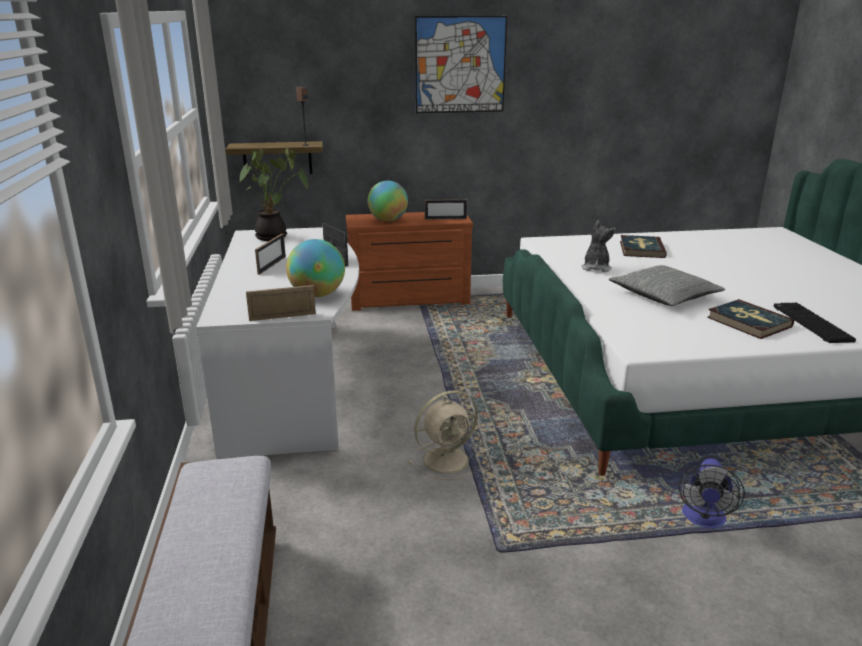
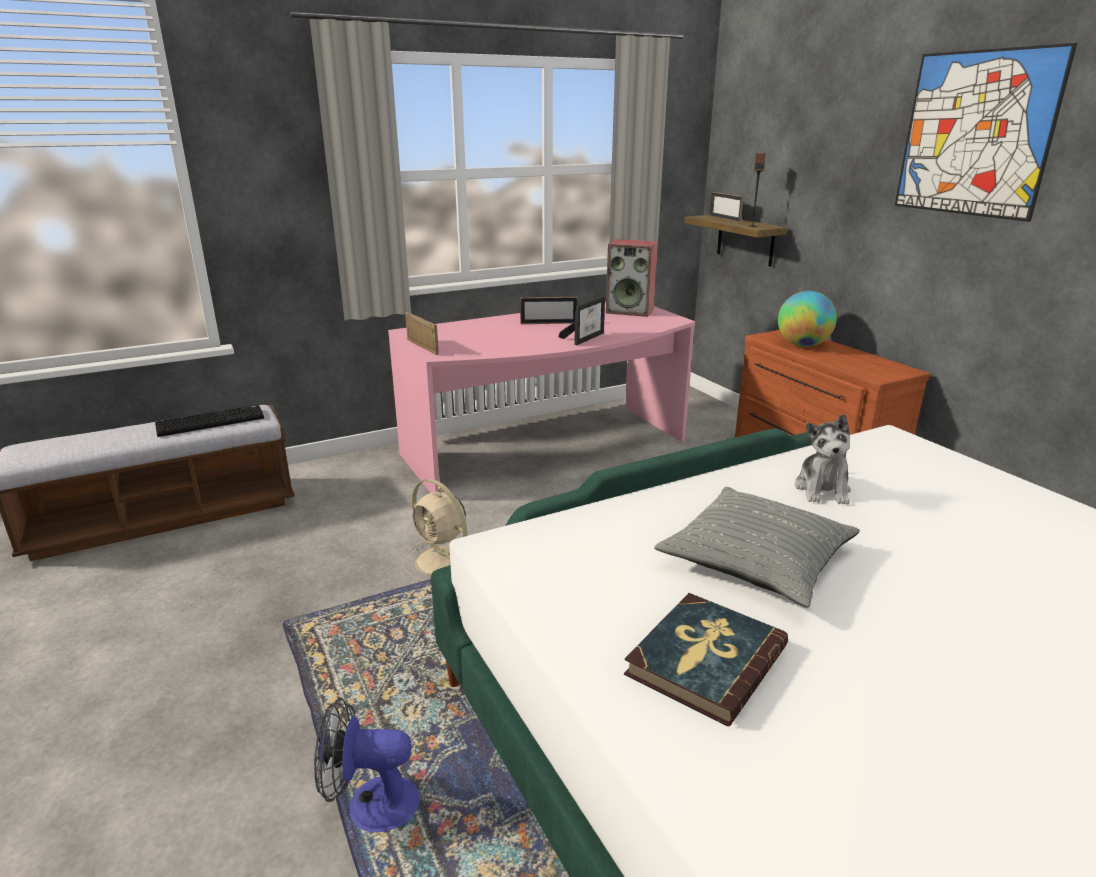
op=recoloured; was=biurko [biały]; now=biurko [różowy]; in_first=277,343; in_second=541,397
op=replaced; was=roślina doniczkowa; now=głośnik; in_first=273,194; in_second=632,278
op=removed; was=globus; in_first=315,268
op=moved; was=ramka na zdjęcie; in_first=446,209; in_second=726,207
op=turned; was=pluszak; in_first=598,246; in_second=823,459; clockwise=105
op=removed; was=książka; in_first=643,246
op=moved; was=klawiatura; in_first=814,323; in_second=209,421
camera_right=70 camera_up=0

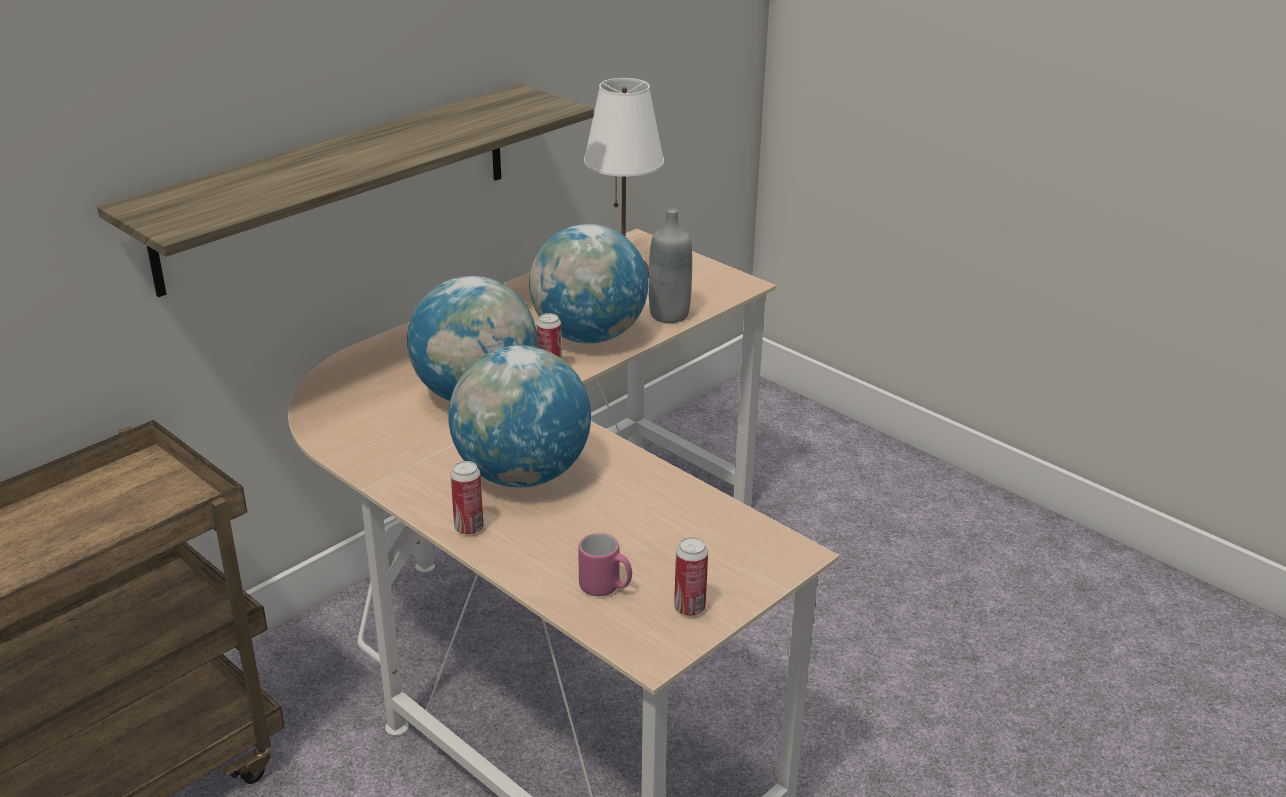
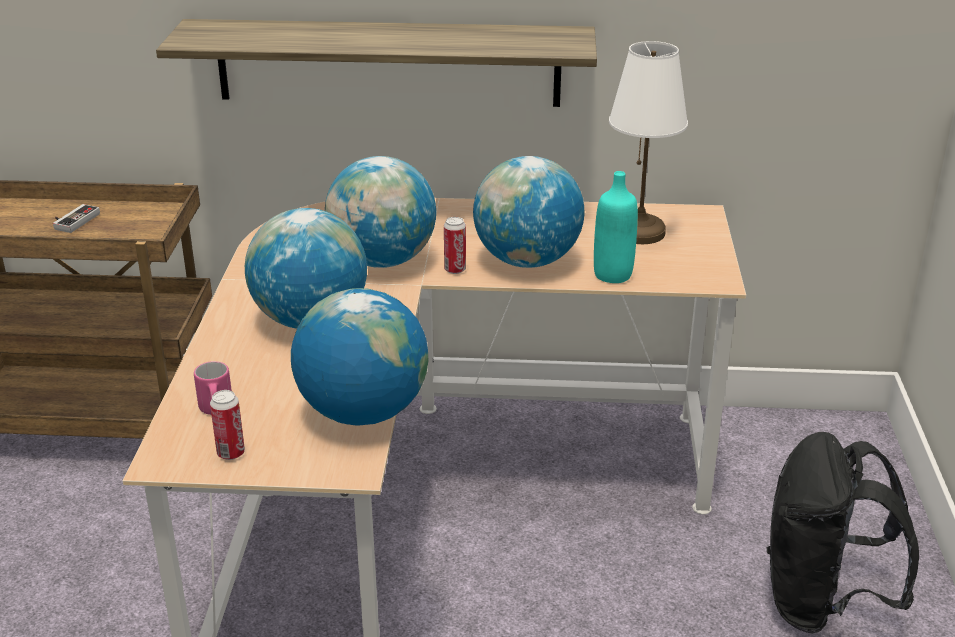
op=removed; was=puszka; in_first=466,498
op=recoloured; was=butelka [szary]; now=butelka [turkusowy]; in_first=670,265; in_second=616,227
op=added; now=pad do gier; in_second=76,218
op=added; now=globus; in_second=359,357
op=added; now=plecak [czarny]; in_second=843,533
camera_right=50 camera_up=0

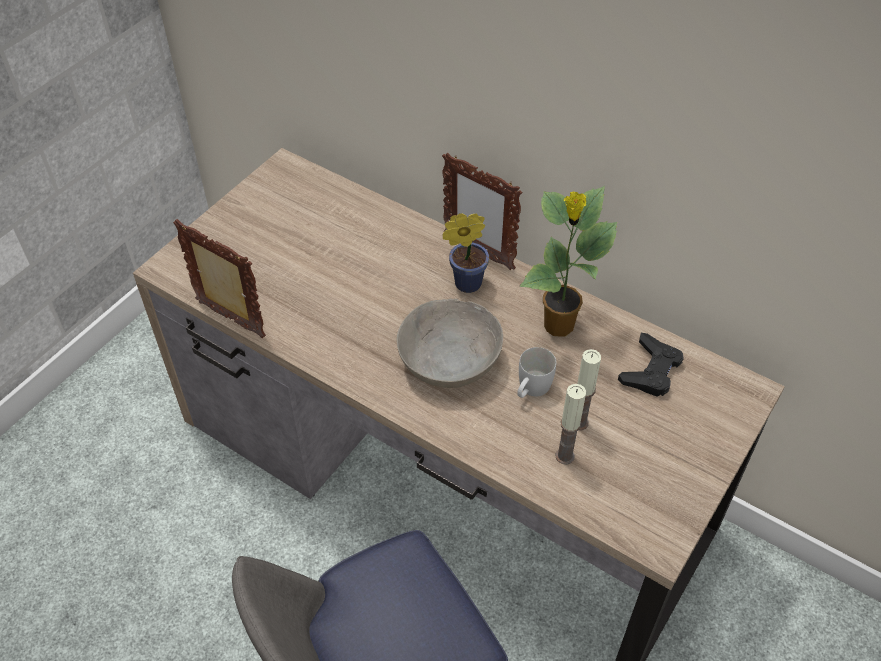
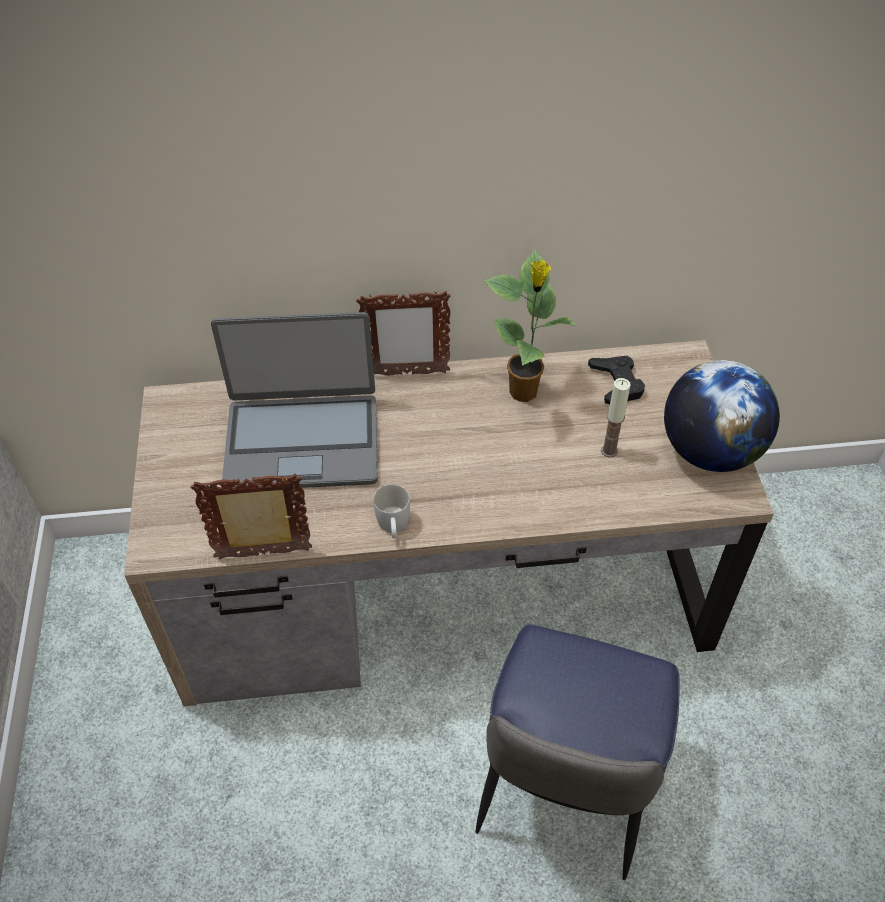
op=removed; was=miska [szary]; in_first=450,343
op=removed; was=roślina doniczkowa; in_first=465,253
op=moved; was=kubek [biały]; in_first=536,372; in_second=391,511
op=removed; was=świeca; in_first=570,424
op=added; now=laptop; in_second=294,400
op=added; now=globus; in_second=722,416
camera_right=-40 camera_up=0

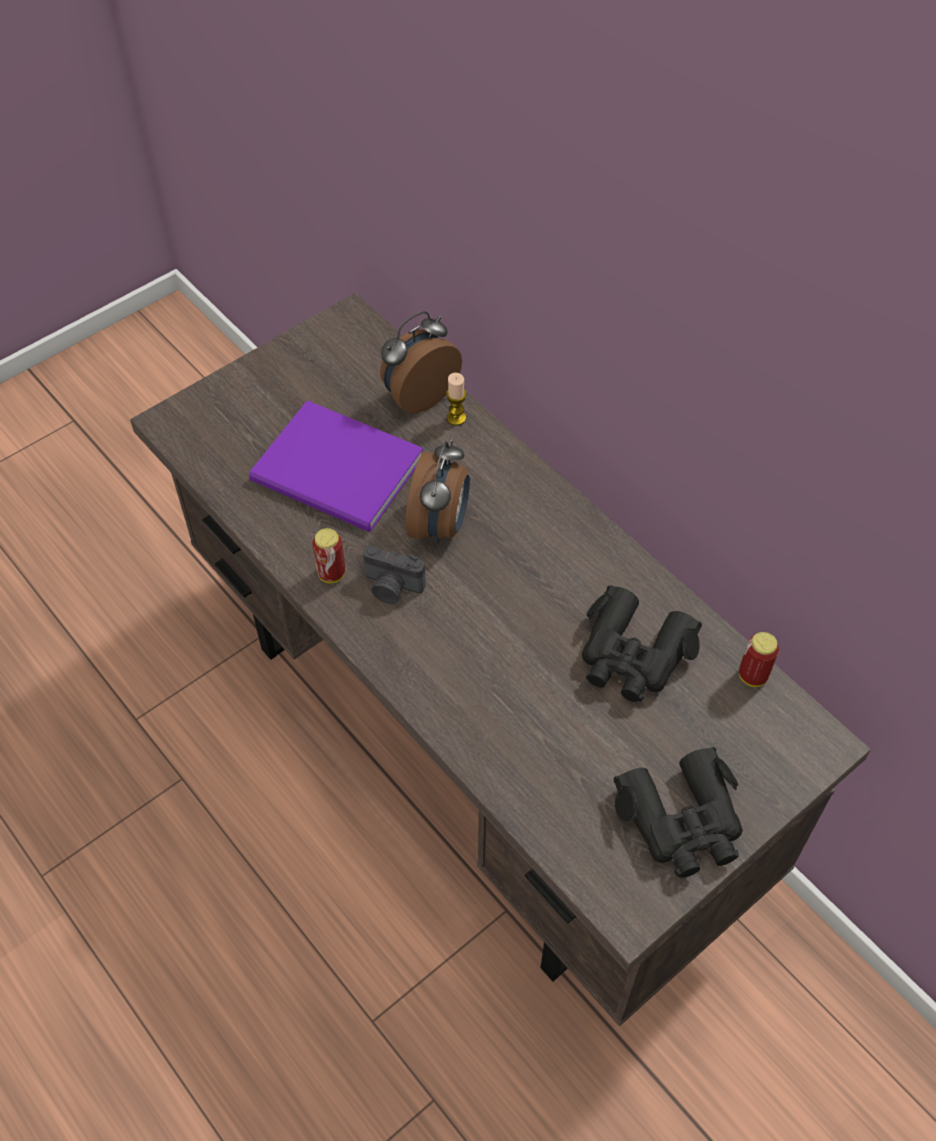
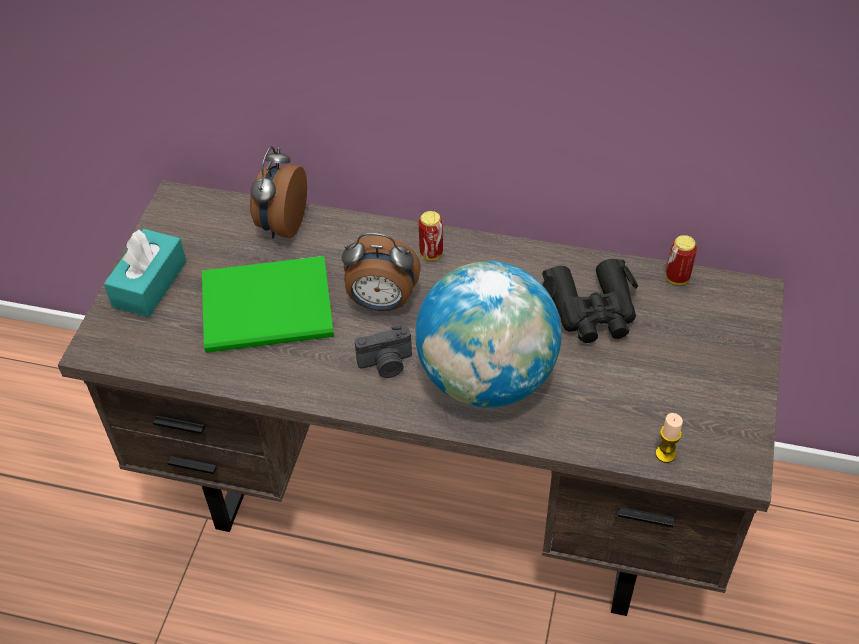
op=recoloured; was=książka [fioletowy]; now=książka [zielony]; in_first=336,466; in_second=268,304
op=moved; was=puszka; in_first=329,555; in_second=431,235
op=turned; was=budzik; in_first=438,491; in_second=381,272; clockwise=120
op=moved; was=świeca; in_first=456,399; in_second=669,438
op=removed; was=lornetka [czarny]; in_first=678,812
op=added; now=pudełko chusteczek [turkusowy]; in_second=145,273
op=added; now=globus; in_second=488,334
camera_right=-35 camera_up=-5

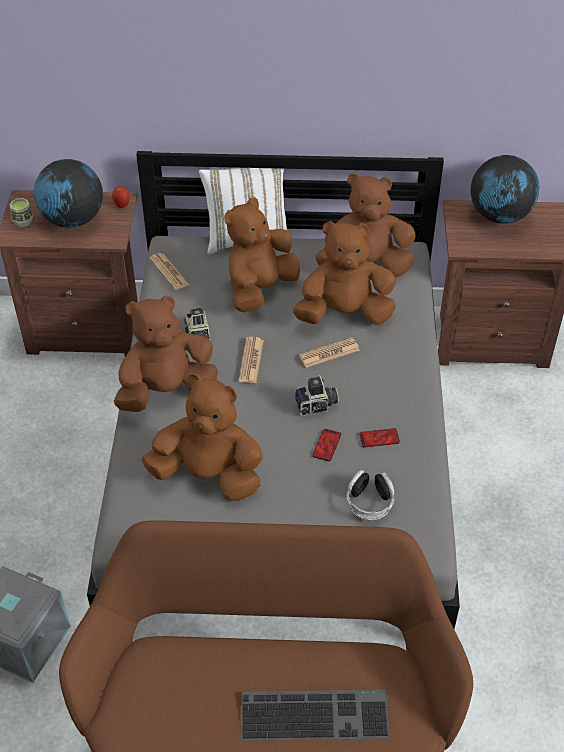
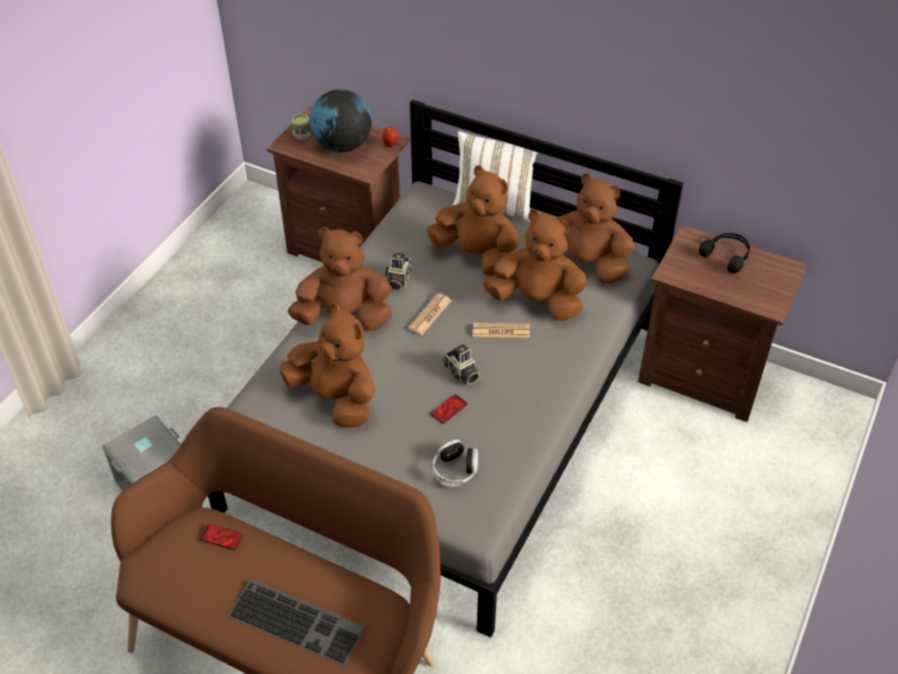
op=removed; was=gazeta; in_first=169,271
op=turned; was=pluszak [brązowy]; in_first=262,254; in_second=472,220; clockwise=60
op=turned; was=aparat fotograficzny; in_first=317,395; in_second=461,364; clockwise=45
op=moved; was=telefon; in_first=379,437; in_second=221,537
op=replaced; was=globus; now=słuchawki [czarny]; in_first=505,189; in_second=724,253
camera_right=25 camera_up=0

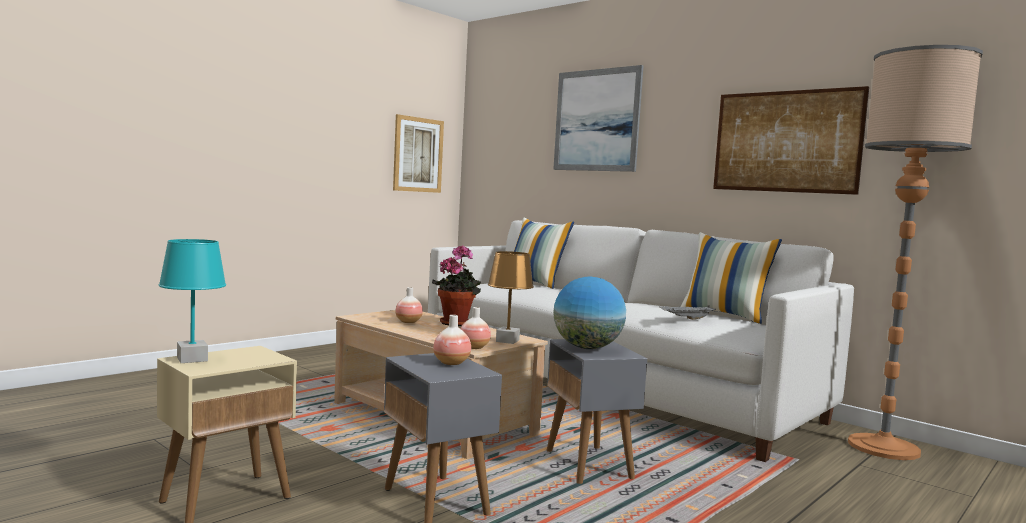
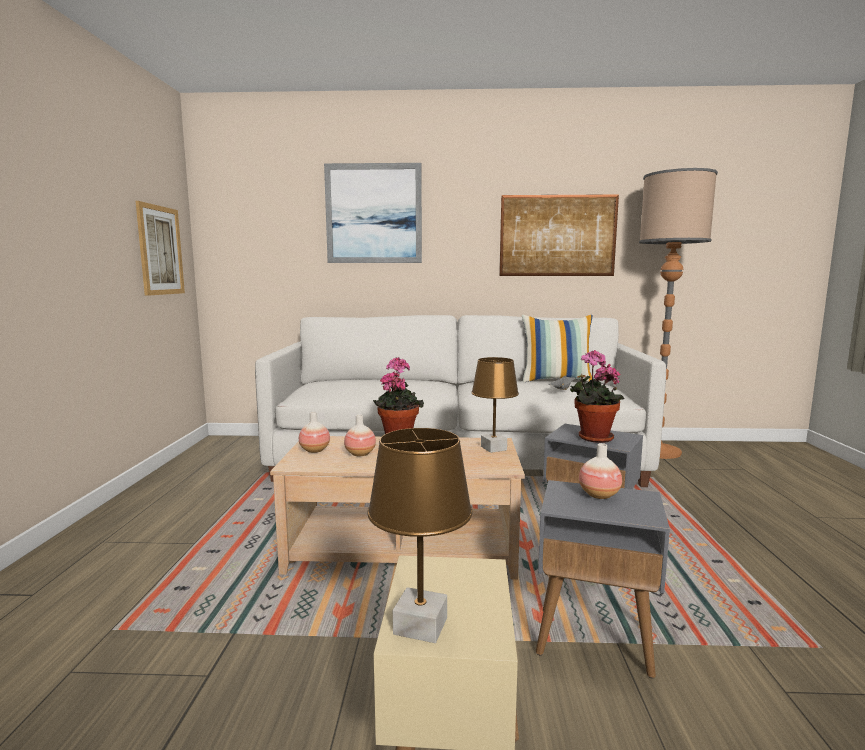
op=recoloured; was=lampa stołowa [turkusowy]; now=lampa stołowa [brązowy]; in_first=192,301; in_second=419,535
op=moved; was=wazon; in_first=476,328; in_second=314,432
op=removed; was=poduszka; in_first=544,253
op=replaced; was=globus; now=roślina doniczkowa; in_first=589,313; in_second=597,396
camera_right=-40 camera_up=5

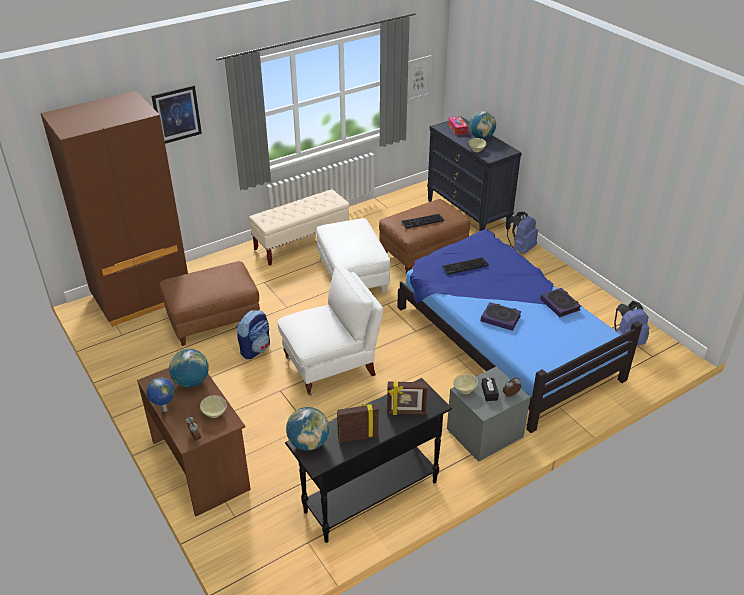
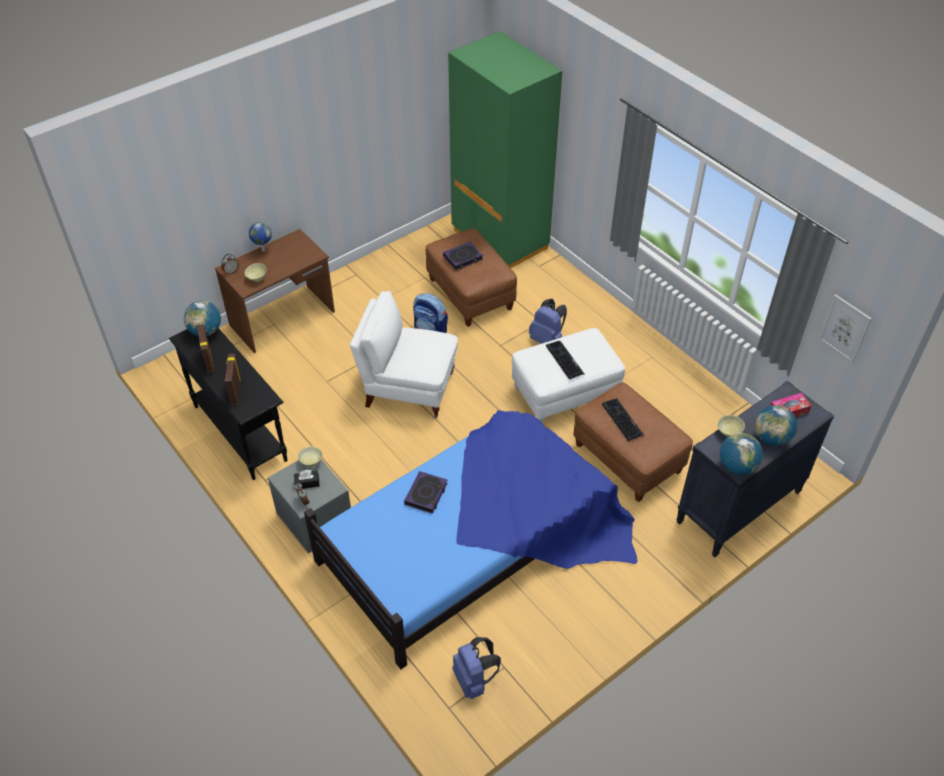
op=recoloured; was=szafa [brązowy]; now=szafa [zielony]; in_first=114,209; in_second=505,149
op=removed; was=obraz; in_first=176,114
op=moved; was=globus; in_first=189,368; in_second=741,454
op=removed; was=ławka [beżowy]; in_first=299,227
op=turned; was=fotel [biały]; in_first=330,331; in_second=404,354; clockwise=135
op=moved; was=klawiatura; in_first=465,266; in_second=565,360
op=moved; was=plecak [niebieski]; in_first=522,233; in_second=548,321
op=moved; was=książka; in_first=560,302; in_second=463,256
camera_right=85 camera_up=10

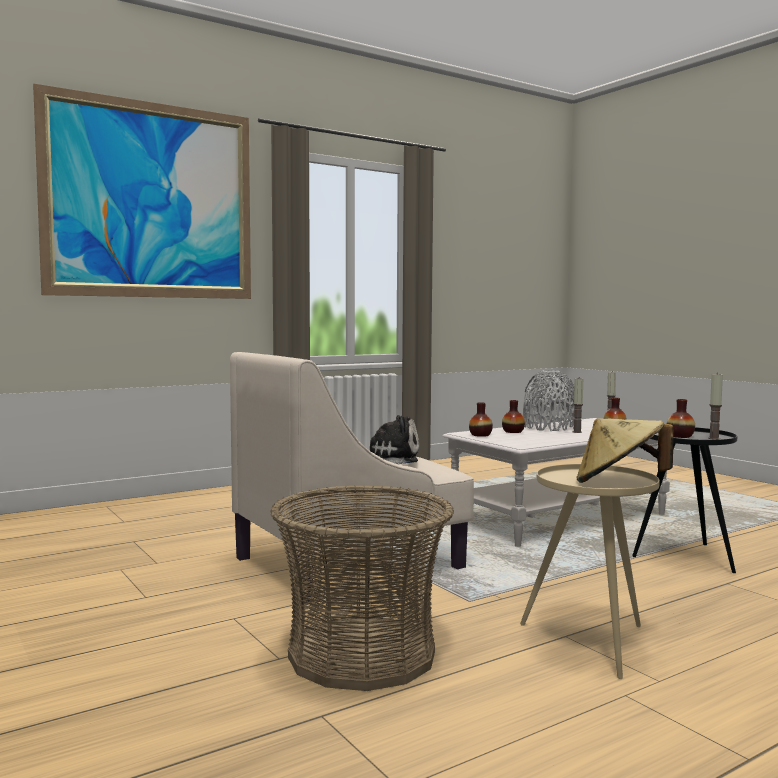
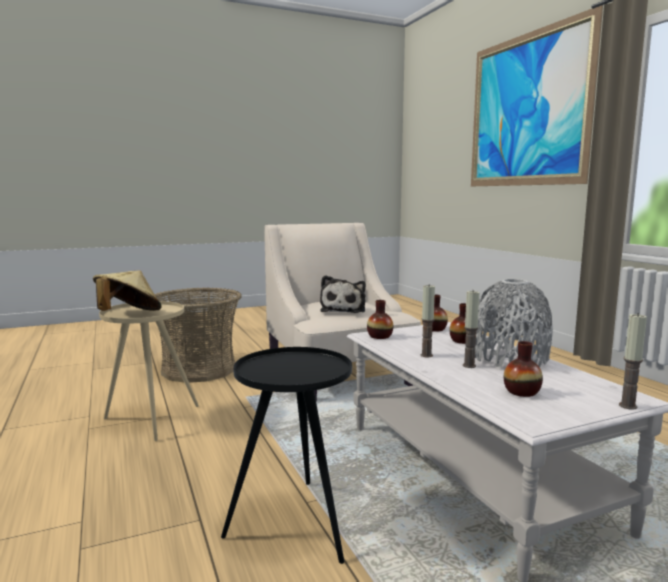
op=moved; was=wazon; in_first=681,418; in_second=380,319
op=moved; was=świeca; in_first=715,406; in_second=427,320
camera_right=100 camera_up=5

